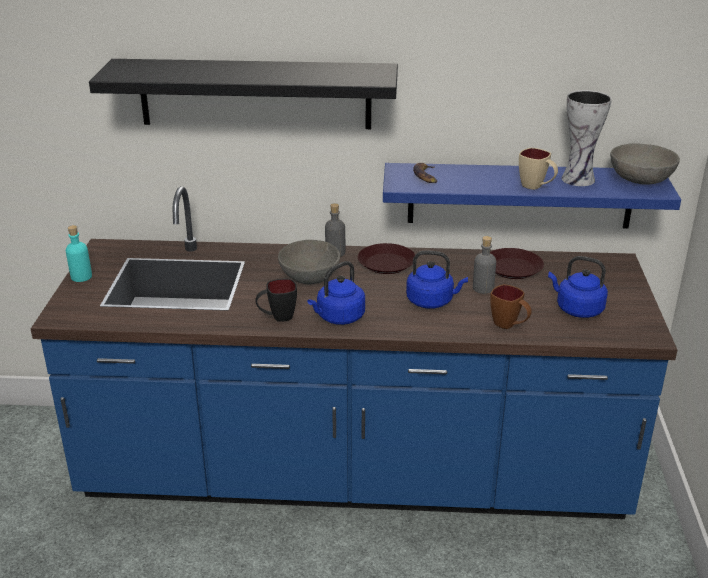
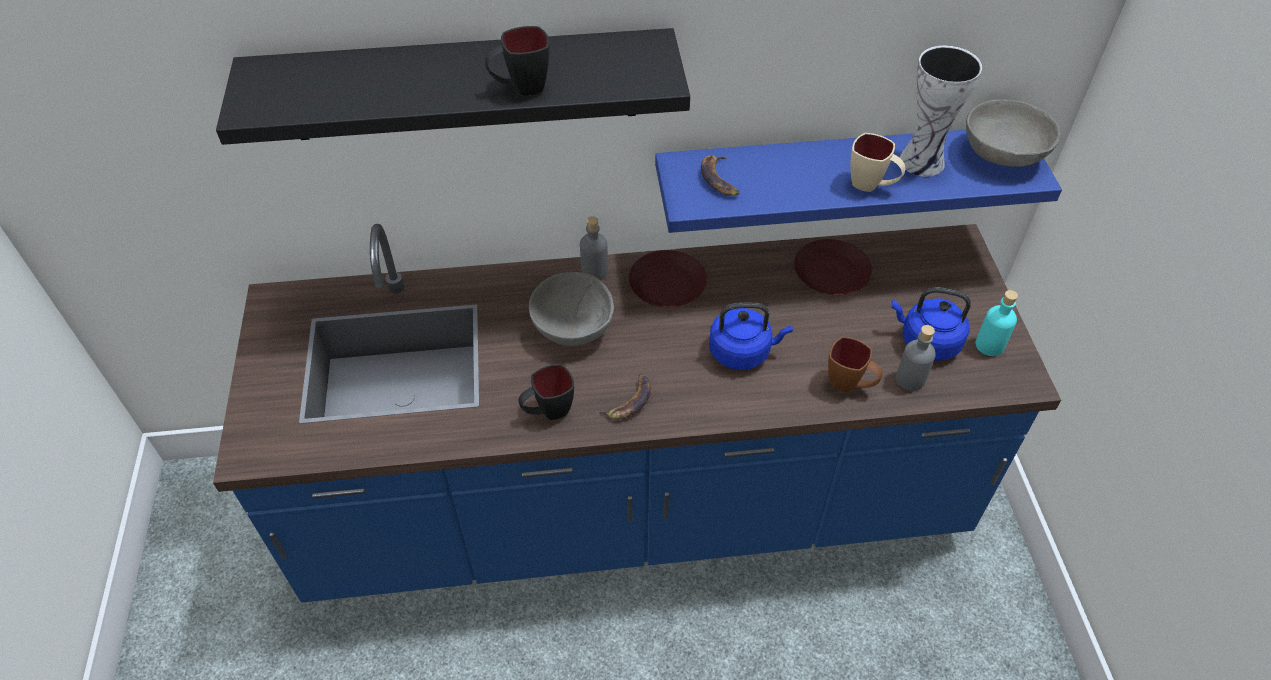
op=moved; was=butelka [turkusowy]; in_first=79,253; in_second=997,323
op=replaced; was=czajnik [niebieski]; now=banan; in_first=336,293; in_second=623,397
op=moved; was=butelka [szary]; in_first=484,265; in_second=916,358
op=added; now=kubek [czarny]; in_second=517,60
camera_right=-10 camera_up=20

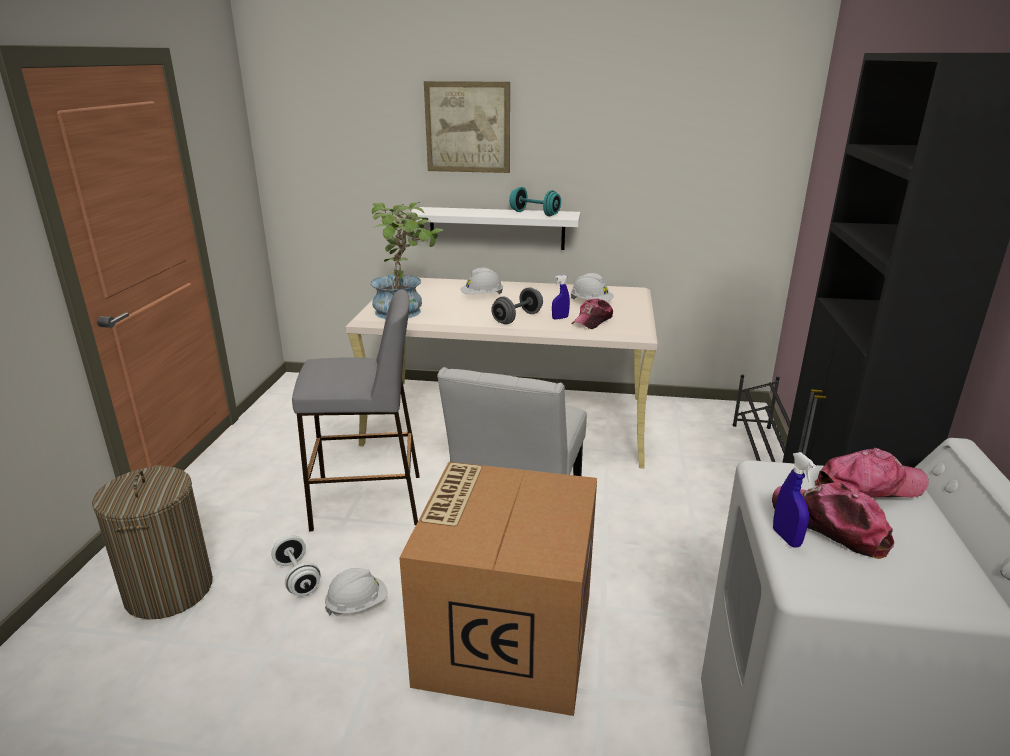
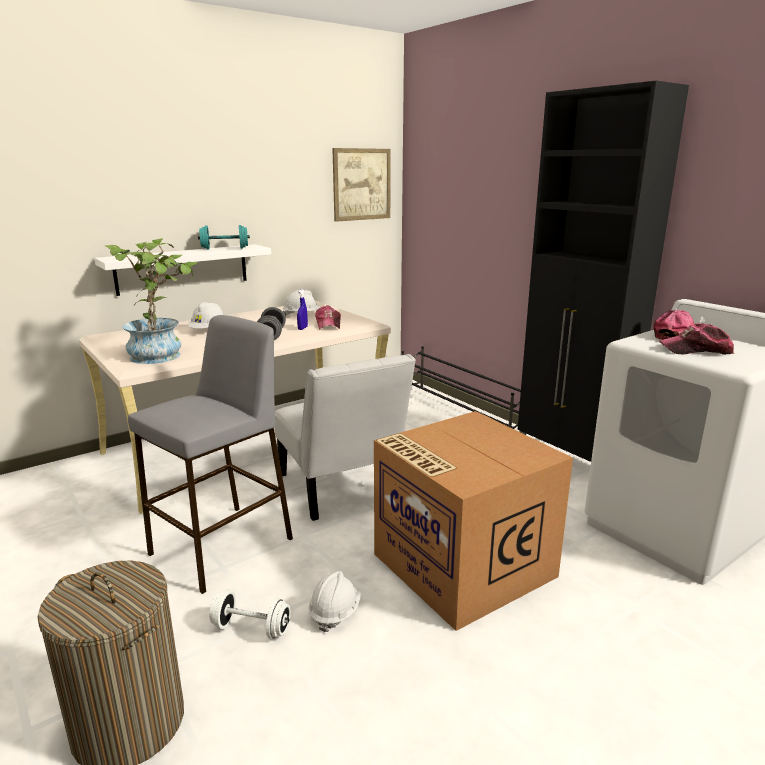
op=moved; was=obraz; in_first=467,127; in_second=361,185
op=removed; was=spryskiwacz [niebieski]; in_first=794,499
camera_right=-45 camera_up=-5

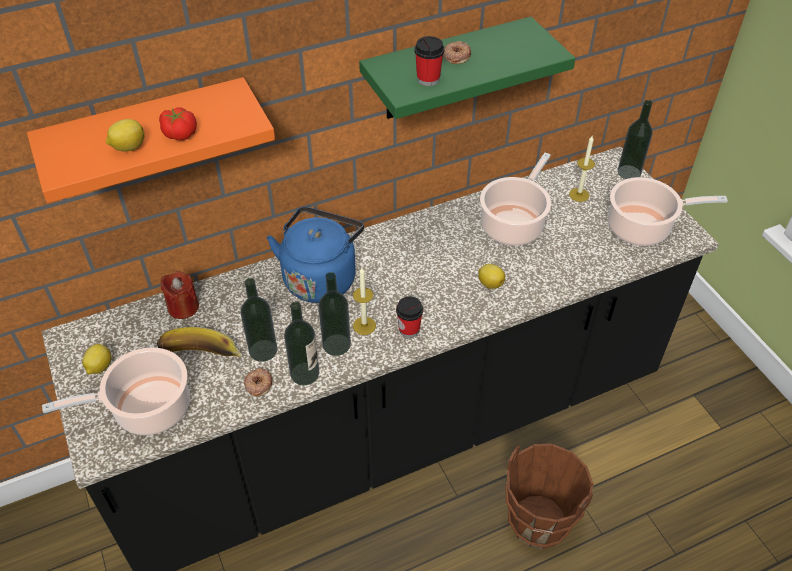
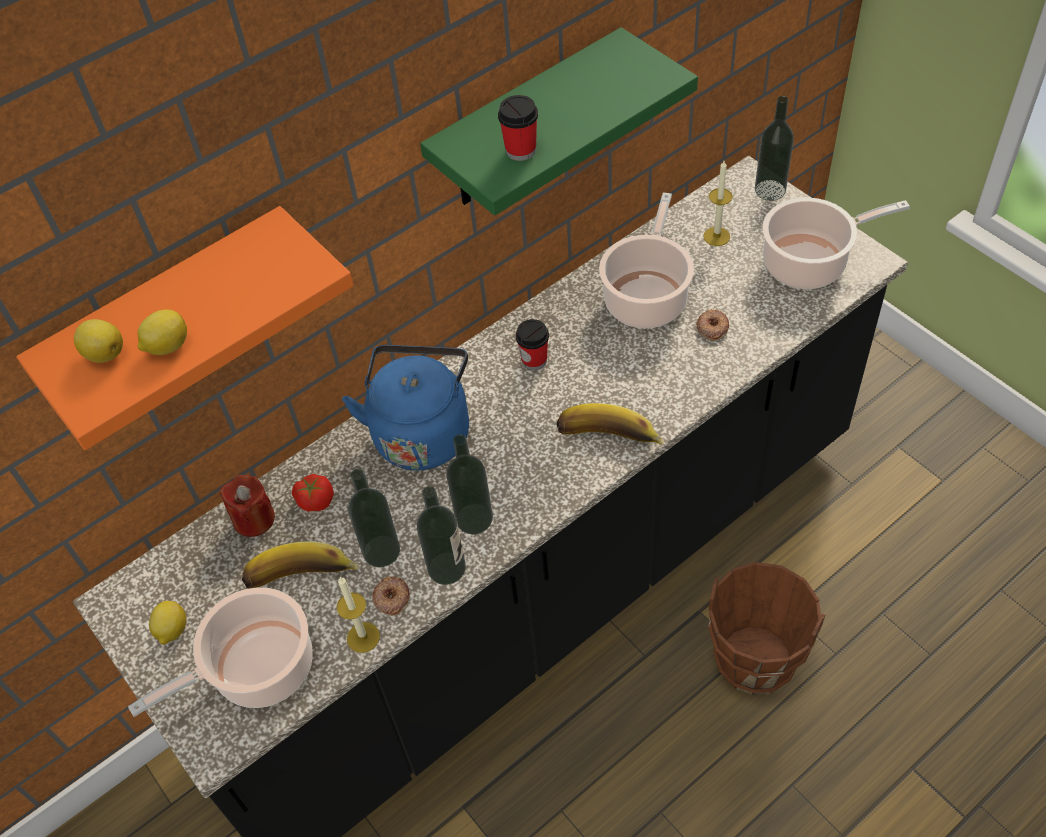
op=moved; was=pomidor; in_first=178,123; in_second=313,493
op=moved; was=świeca; in_first=364,301; in_second=358,615
op=moved; was=filiżanka; in_first=409,317; in_second=532,344
op=moved; was=donut; in_first=457,52; in_second=712,325
op=moved; was=cytryna; in_first=491,276; in_second=98,341
op=added; now=banan; in_second=610,423
camera_right=-10 camera_up=5

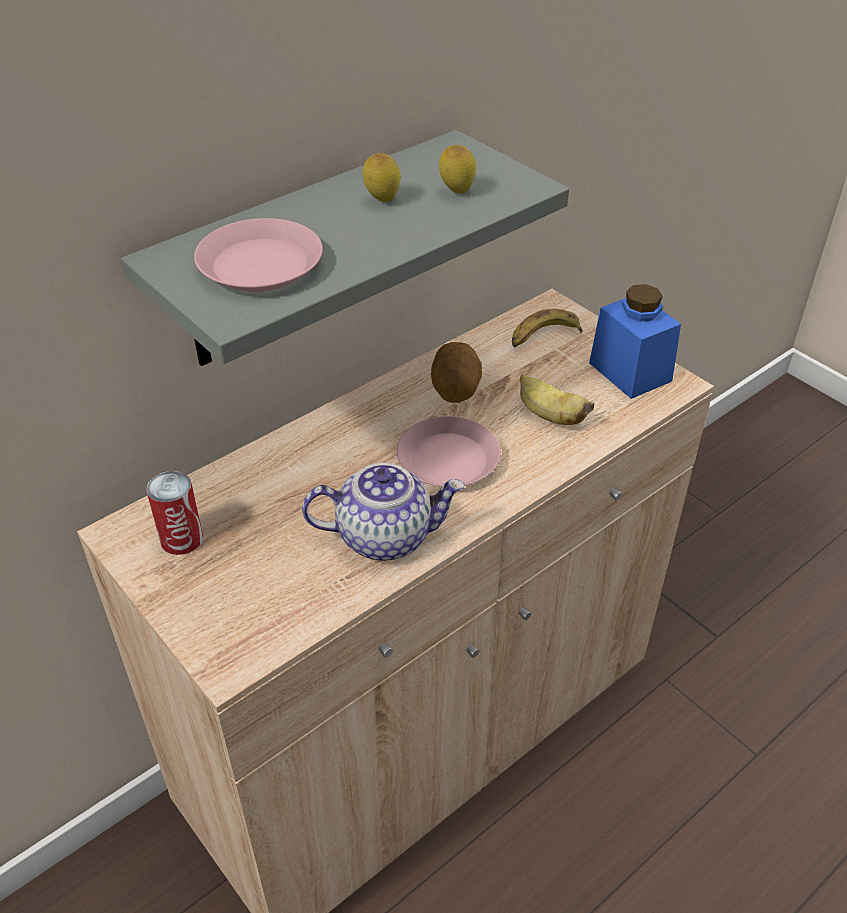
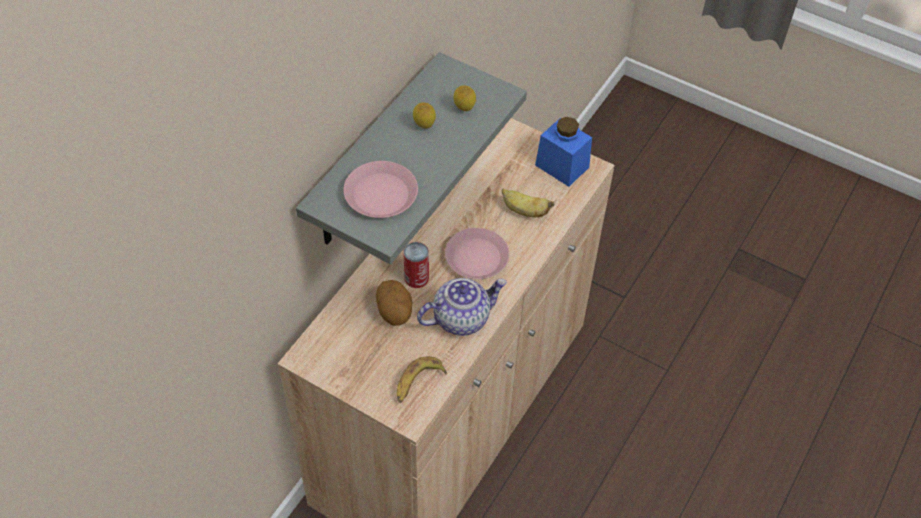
op=moved; was=puszka; in_first=174,513; in_second=416,265
op=moved; was=ziemniak; in_first=456,372; in_second=394,303
op=moved; was=banan; in_first=547,328; in_second=422,380
camera_right=-20 camera_up=10

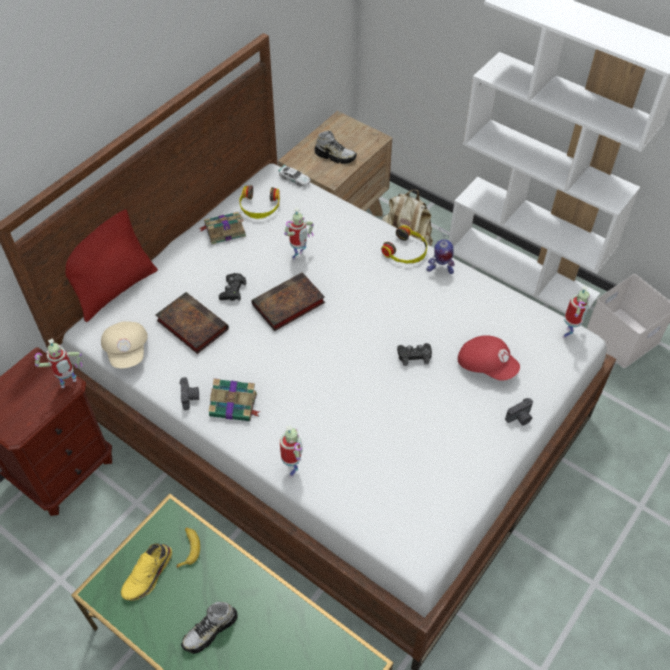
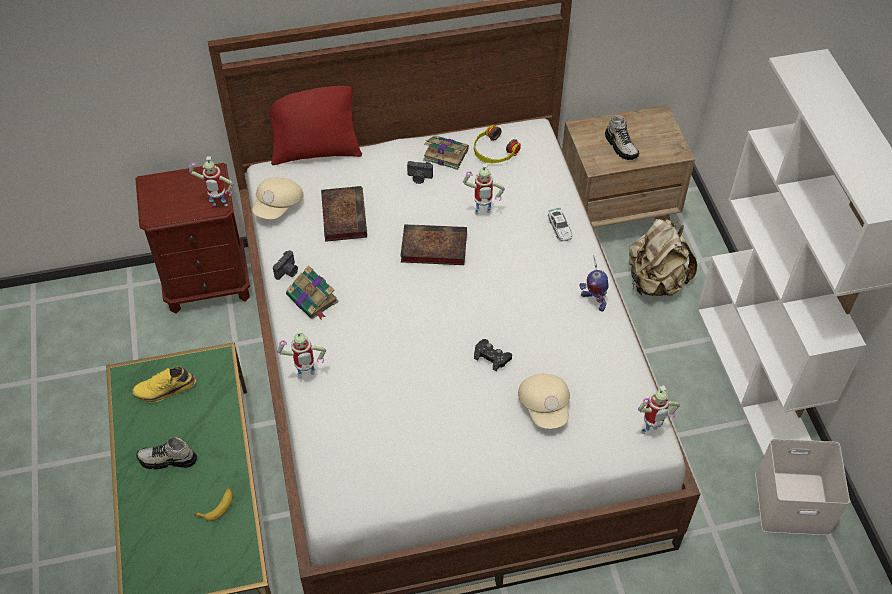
op=moved; was=banan; in_first=188,547; in_second=213,504
op=removed; was=pad do gier [czarny]; in_first=232,287
op=moved; was=samochodzik; in_first=294,175; in_second=560,225
op=turned; was=robot zabawkowy; in_first=291,451; in_second=301,354; clockwise=45
op=removed; was=słuchawki; in_first=404,244
op=recoloured; was=czapka z daszkiem [czerwony]; now=czapka z daszkiem [beżowy]; in_first=489,358; in_second=544,401
op=moved; was=aparat fotograficzny; in_first=519,412; in_second=420,172
camera_right=40 camera_up=0

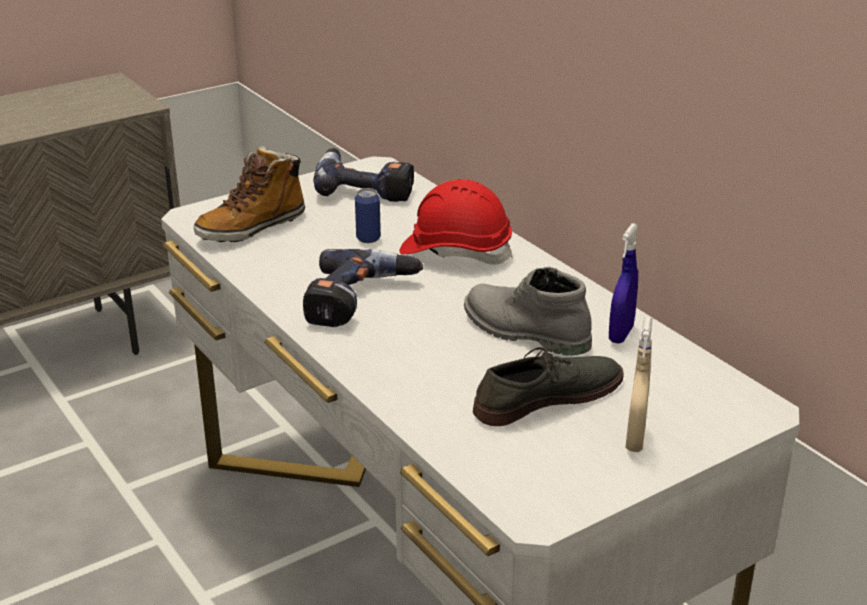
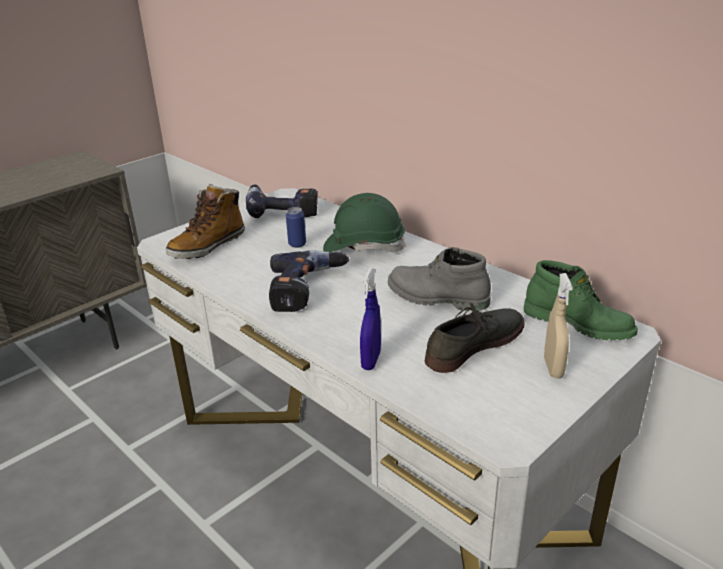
op=recoloured; was=kask [czerwony]; now=kask [zielony]; in_first=456,222; in_second=364,222
op=moved; was=spryskiwacz [niebieski]; in_first=623,283; in_second=370,319
op=added; now=but z cholewką [zielony]; in_second=581,300
camera_right=-10 camera_up=0

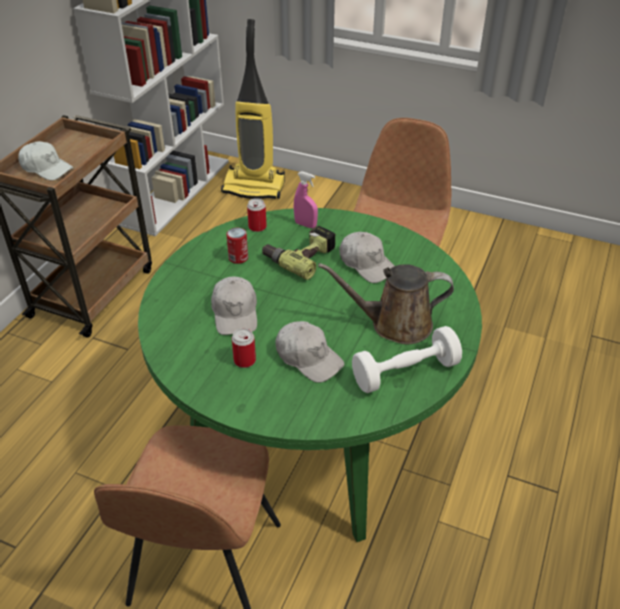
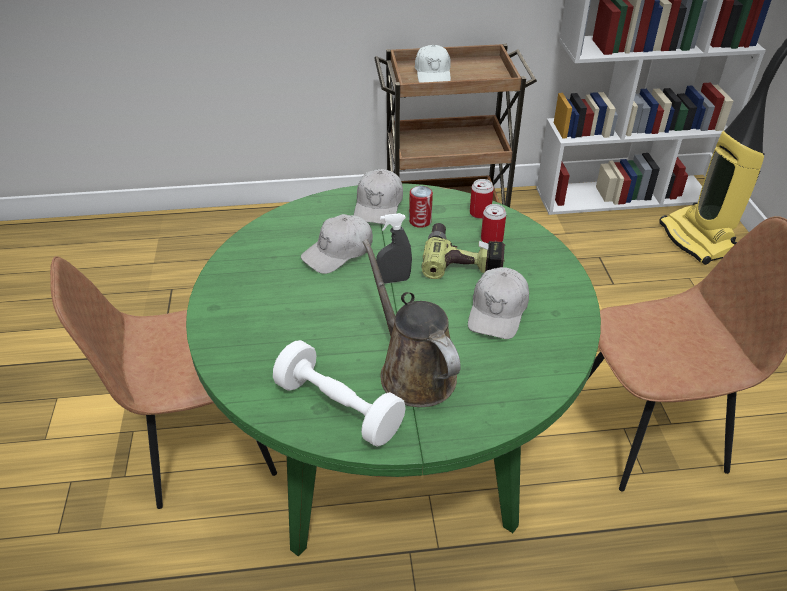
op=moved; was=puszka; in_first=244,348; in_second=493,223
op=moved; was=czapka z daszkiem [biały]; in_first=309,352; in_second=378,197
op=removed; was=spryskiwacz [różowy]; in_first=306,200
op=added; now=spryskiwacz [szary]; in_second=394,248
camera_right=60 camera_up=0

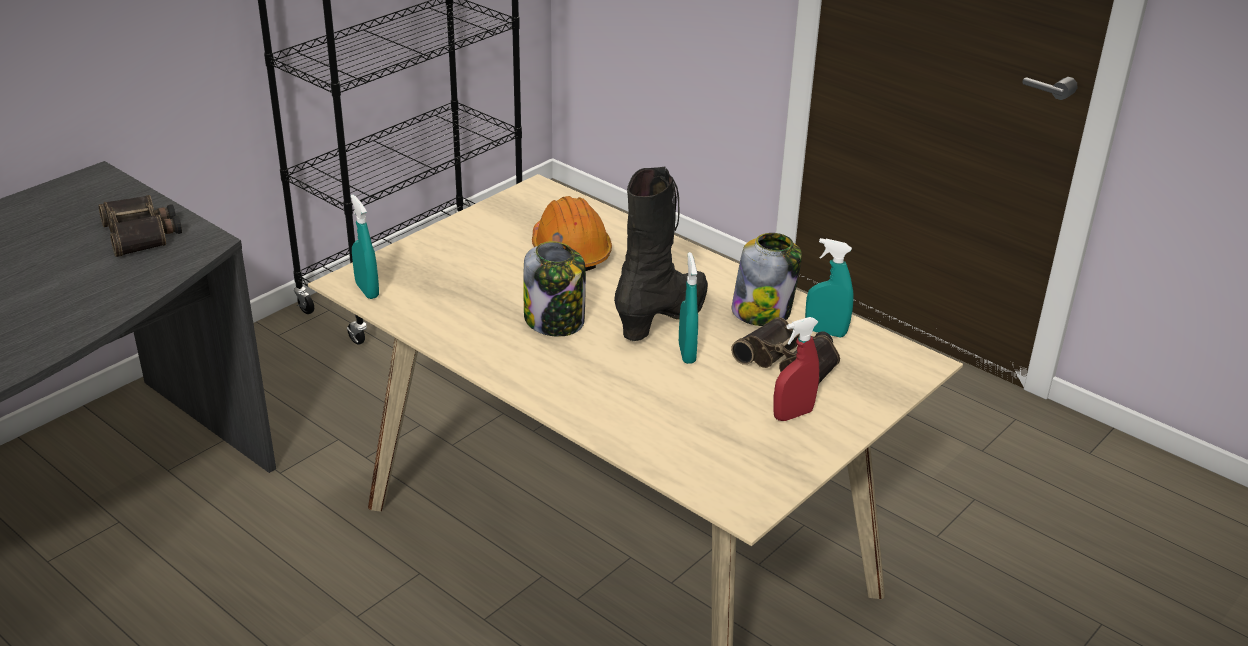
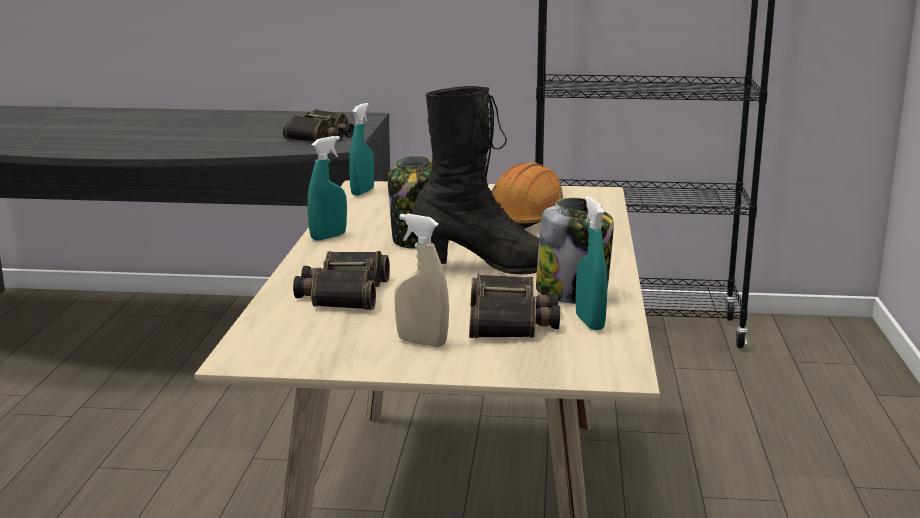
op=moved; was=spryskiwacz [turkusowy]; in_first=688,308; in_second=327,188
op=recoloured; was=spryskiwacz [czerwony]; now=spryskiwacz [beżowy]; in_first=796,369; in_second=421,280
op=added; now=lornetka; in_second=341,280
camera_right=55 camera_up=-15

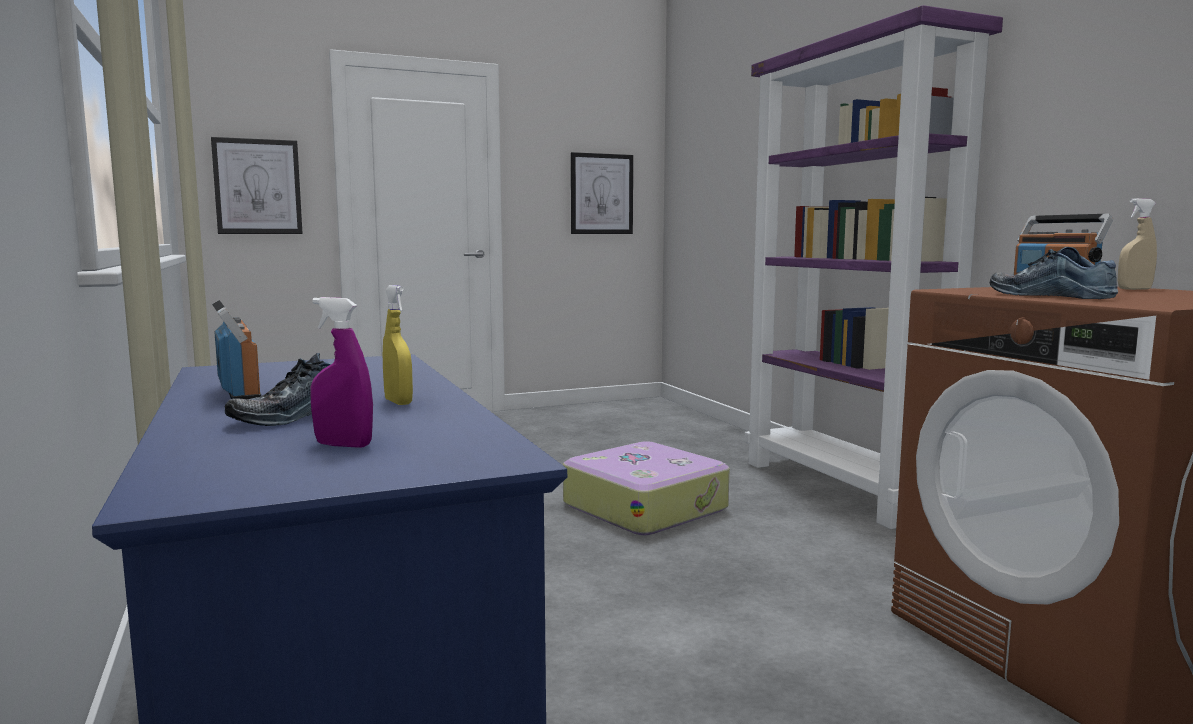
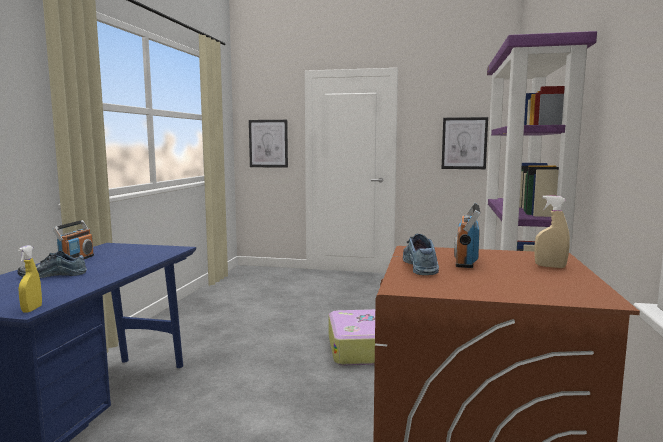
op=removed; was=spryskiwacz [fioletowy]; in_first=341,372
op=moved; was=spryskiwacz [żółty]; in_first=398,345; in_second=30,279
camera_right=35 camera_up=0

